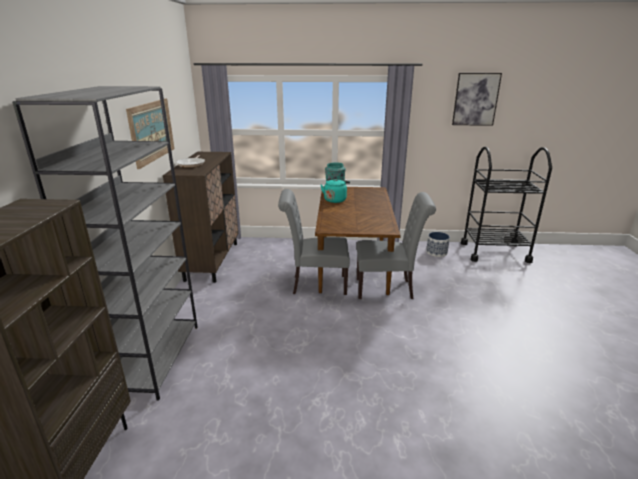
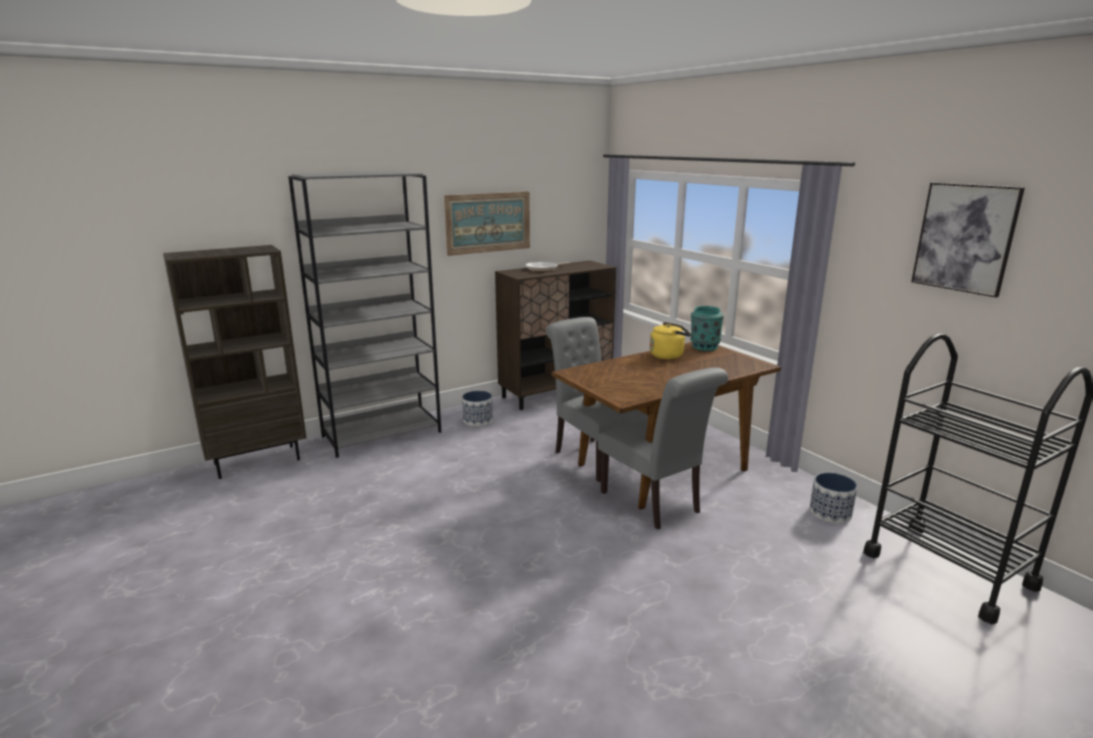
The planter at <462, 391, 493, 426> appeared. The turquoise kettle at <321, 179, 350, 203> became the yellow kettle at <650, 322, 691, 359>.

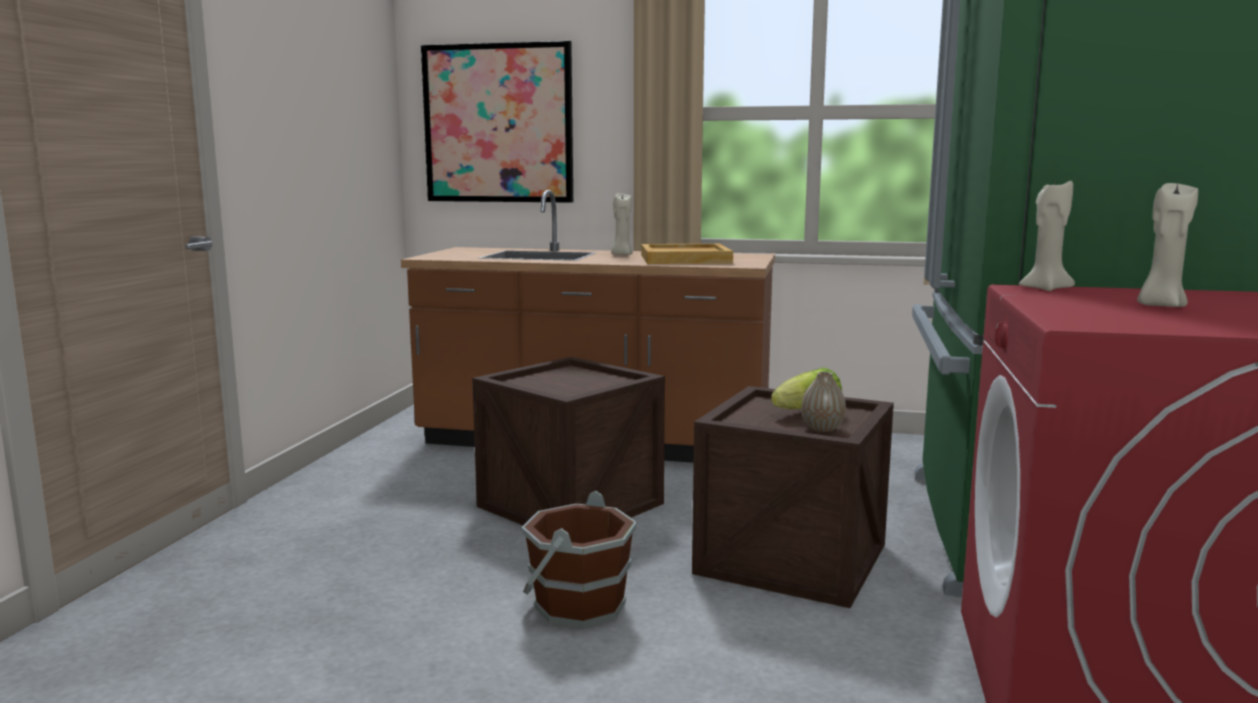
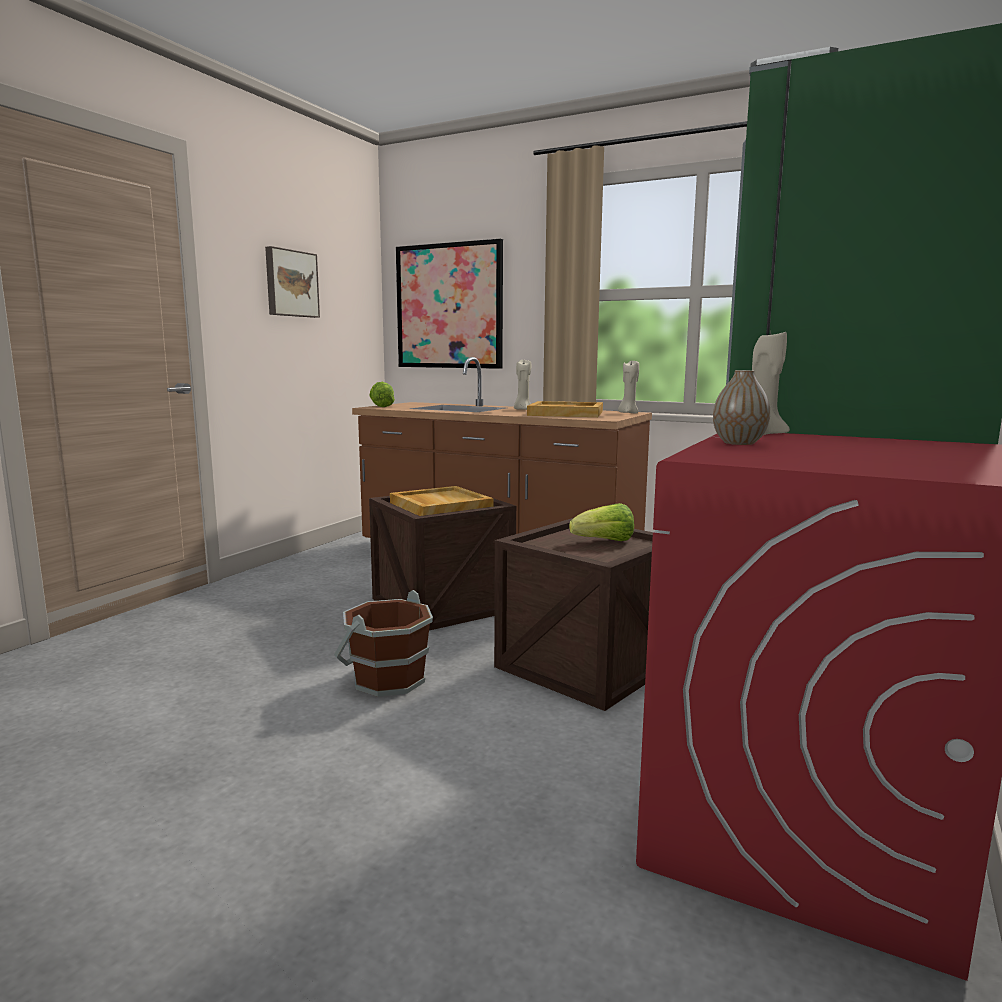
The picture at <265, 246, 320, 318> appeared. The lettuce at <369, 382, 395, 407> appeared. The beige tray at <390, 486, 494, 516> appeared. The vase moved from <801, 372, 846, 432> to <713, 370, 770, 445>. The beige candle moved from <1137, 183, 1198, 307> to <618, 361, 639, 414>.

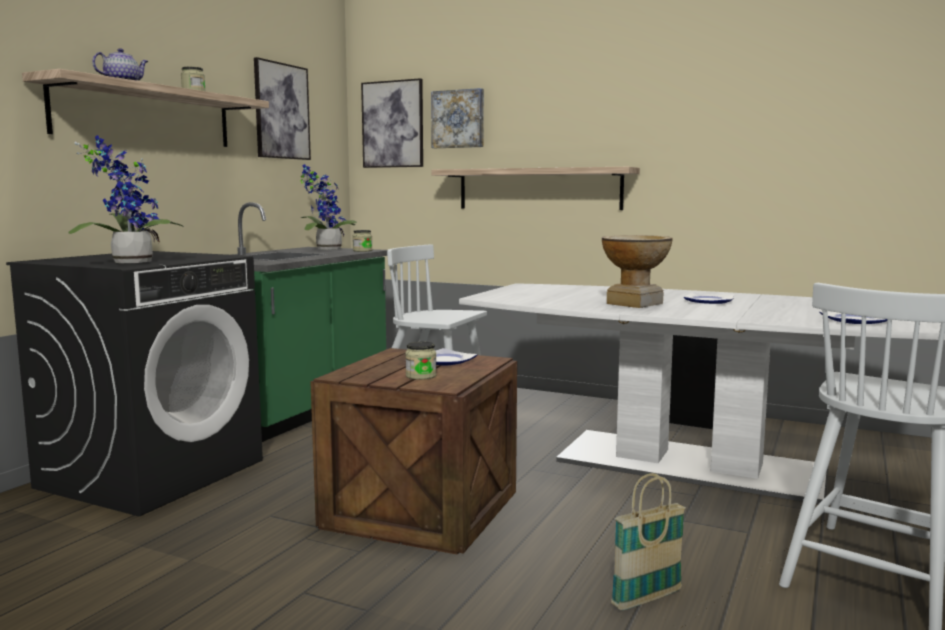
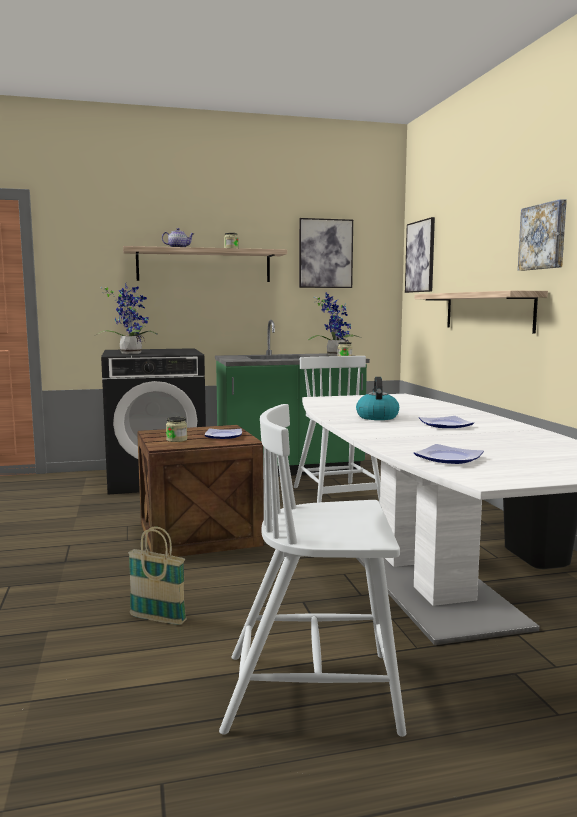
The picture moved from <431, 88, 484, 148> to <518, 199, 567, 271>. The vase at <602, 235, 673, 308> was replaced by the kettle at <356, 377, 399, 420>.

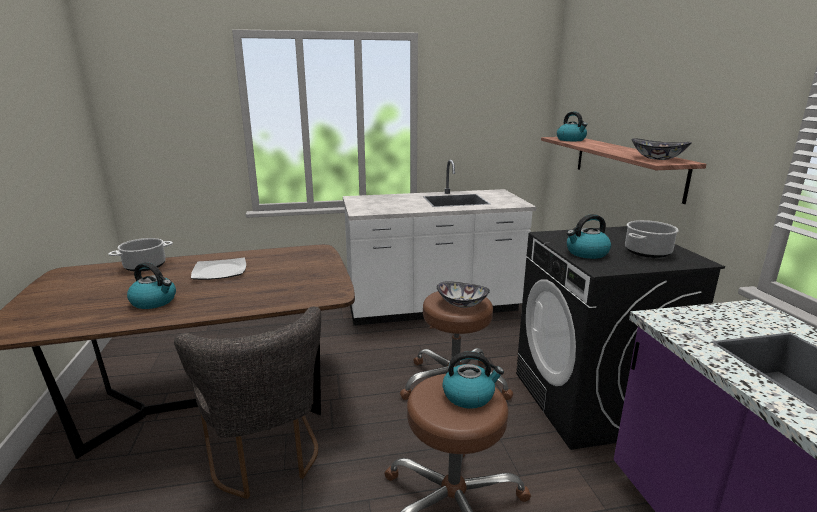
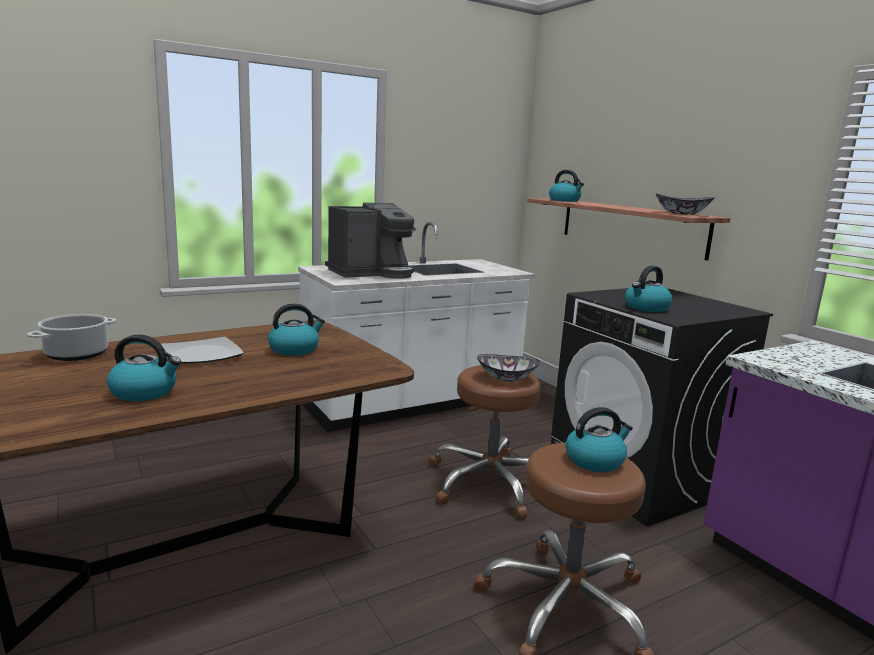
The grey chair at <174, 307, 321, 499> disappeared. The cooking pot at <625, 220, 679, 258> disappeared. The kettle at <268, 304, 325, 356> appeared. The coffee machine at <325, 203, 416, 279> appeared.

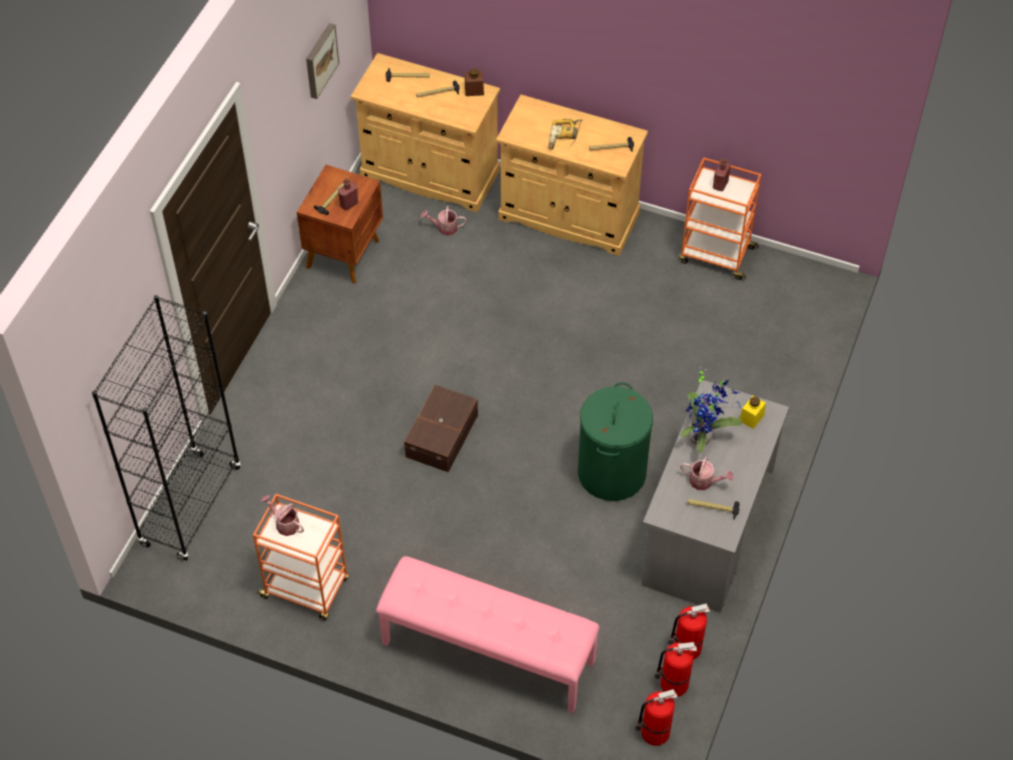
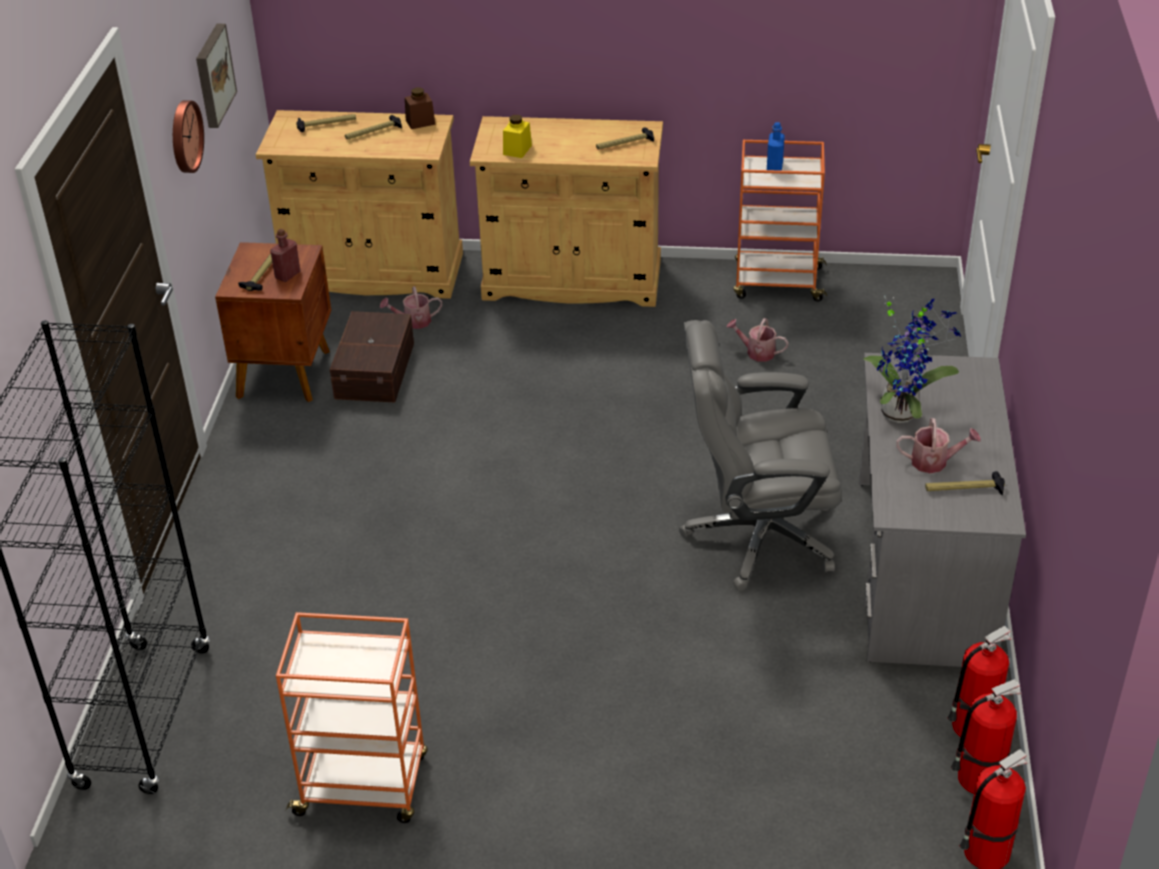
The pink bench at <376, 556, 600, 713> disappeared. The power drill at <548, 119, 582, 150> disappeared. The wall clock at <173, 100, 204, 173> appeared. The watering can moved from <261, 494, 304, 536> to <727, 318, 789, 362>. The brown storage box moved from <404, 385, 478, 472> to <330, 311, 414, 402>. The yellow jar moved from <740, 396, 766, 429> to <503, 115, 532, 158>. The green laundry basket at <578, 382, 653, 501> was replaced by the grey office chair at <679, 320, 842, 591>. The red bottle at <713, 158, 731, 191> became the blue bottle at <767, 122, 785, 171>.

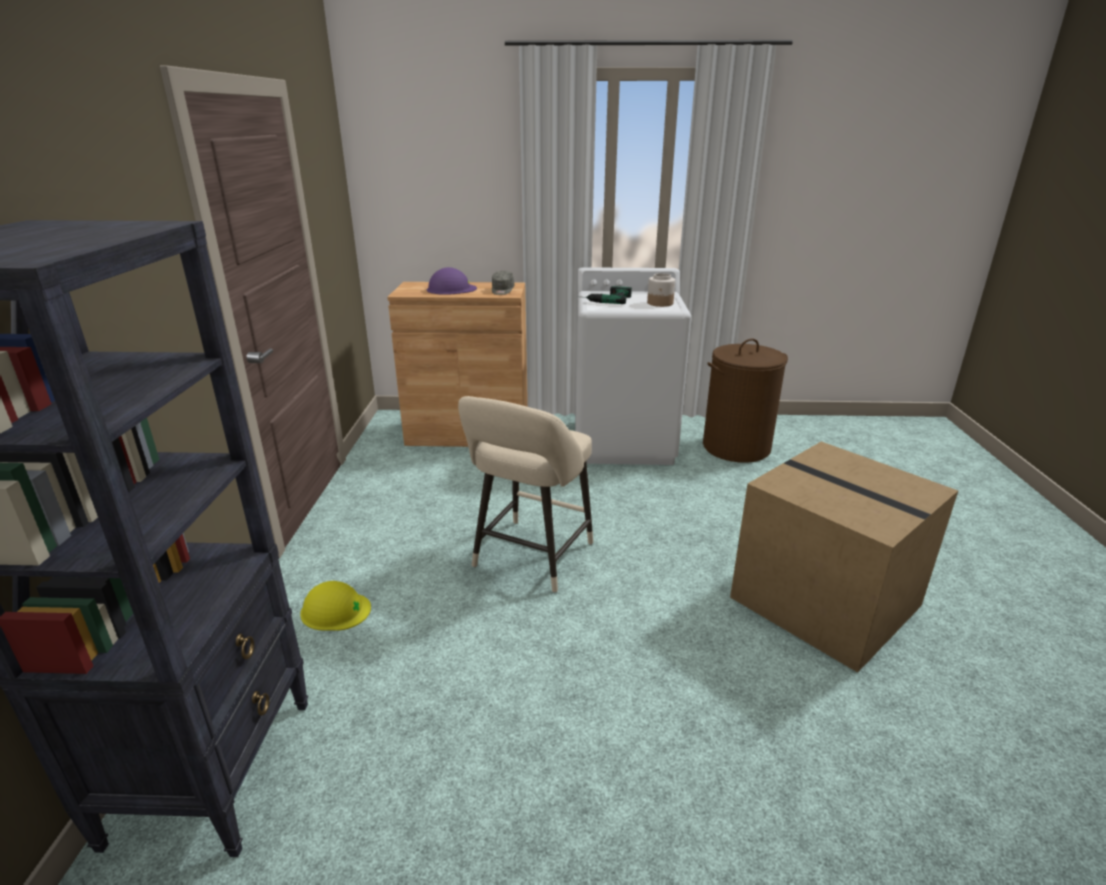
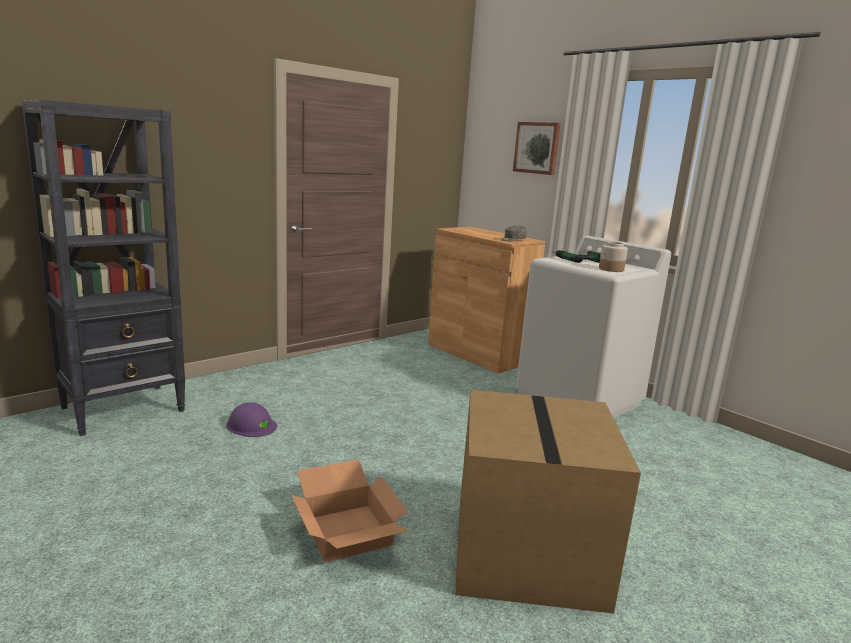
The yellow hard hat at <300, 581, 371, 631> disappeared. The beige stool at <458, 396, 593, 593> disappeared. The brown laundry basket at <703, 339, 788, 463> disappeared. The cardboard box at <291, 459, 409, 563> appeared. The picture at <513, 122, 561, 175> appeared. The purple hard hat moved from <427, 267, 477, 295> to <226, 402, 277, 437>.

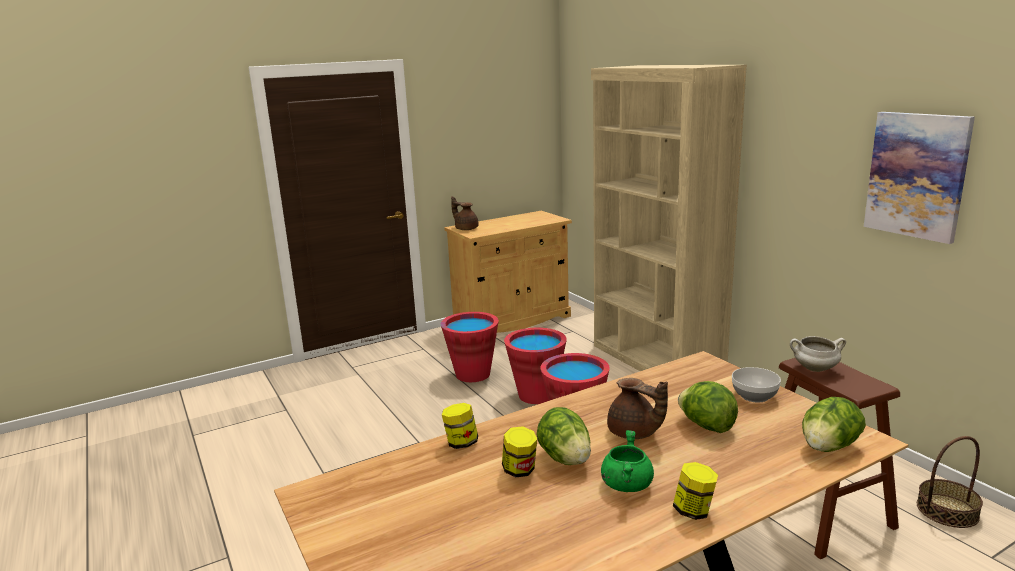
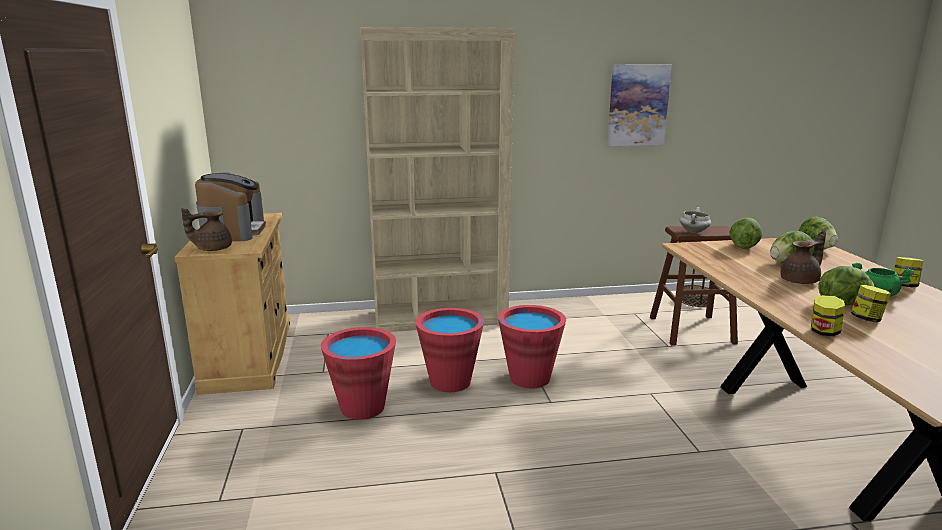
The coffee machine at <195, 172, 266, 241> appeared. The bowl at <732, 367, 781, 403> was replaced by the lettuce at <729, 218, 762, 249>.

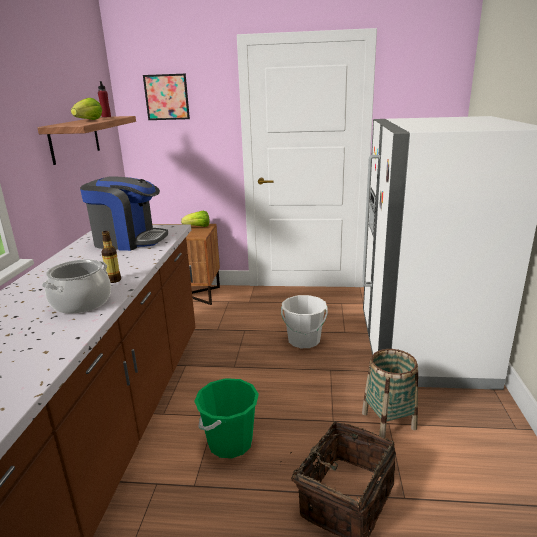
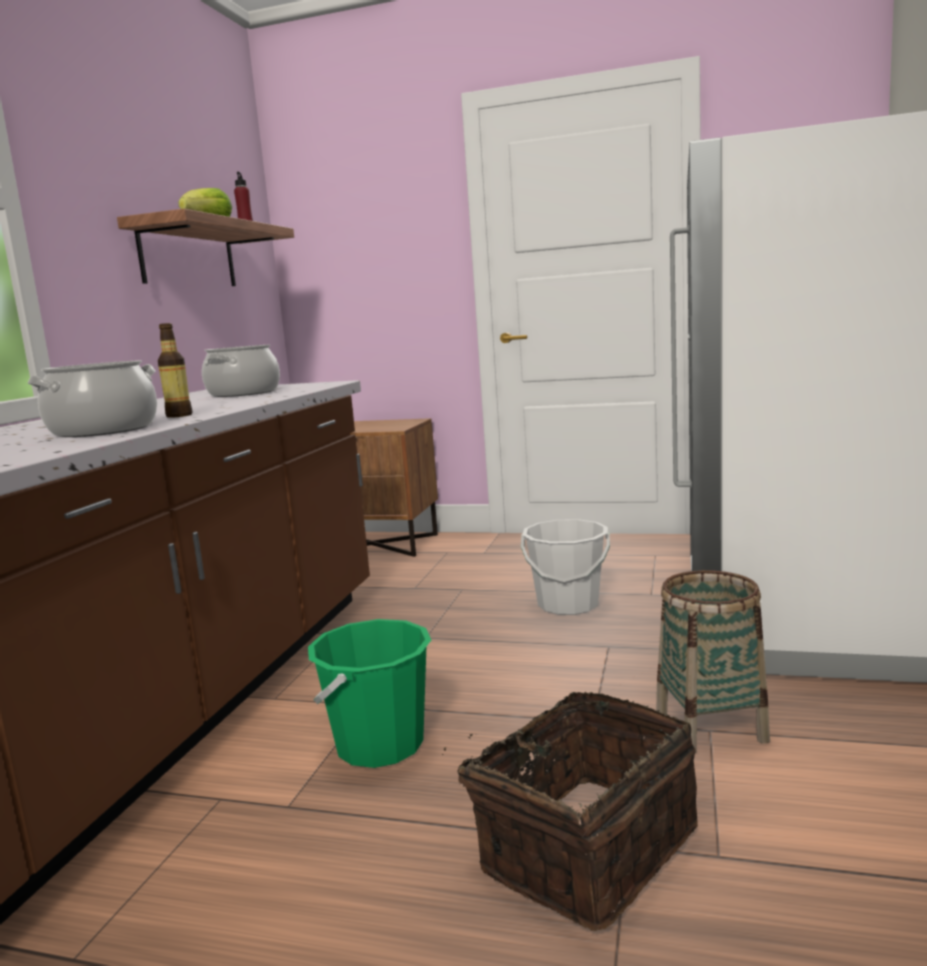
The picture at <143, 74, 190, 120> disappeared. The lettuce at <181, 211, 210, 227> disappeared. The coffee machine at <80, 176, 168, 251> was replaced by the cooking pot at <202, 345, 280, 397>.

